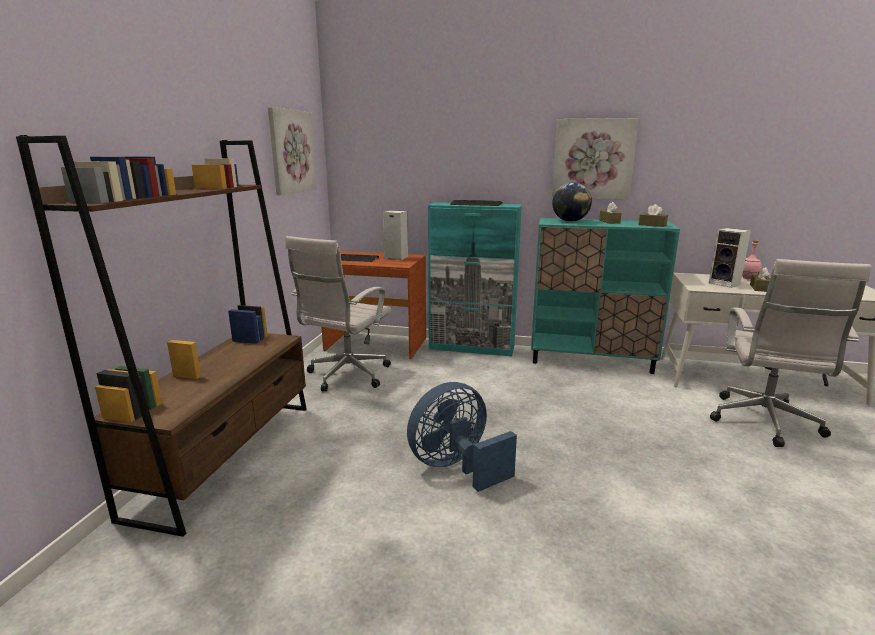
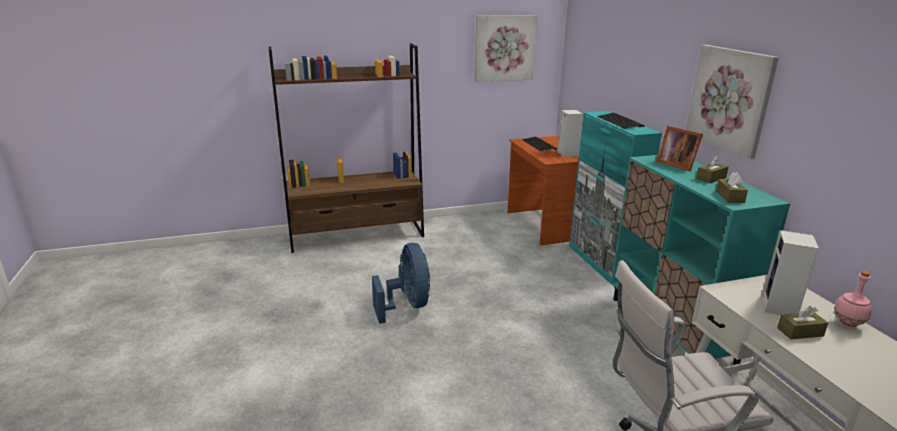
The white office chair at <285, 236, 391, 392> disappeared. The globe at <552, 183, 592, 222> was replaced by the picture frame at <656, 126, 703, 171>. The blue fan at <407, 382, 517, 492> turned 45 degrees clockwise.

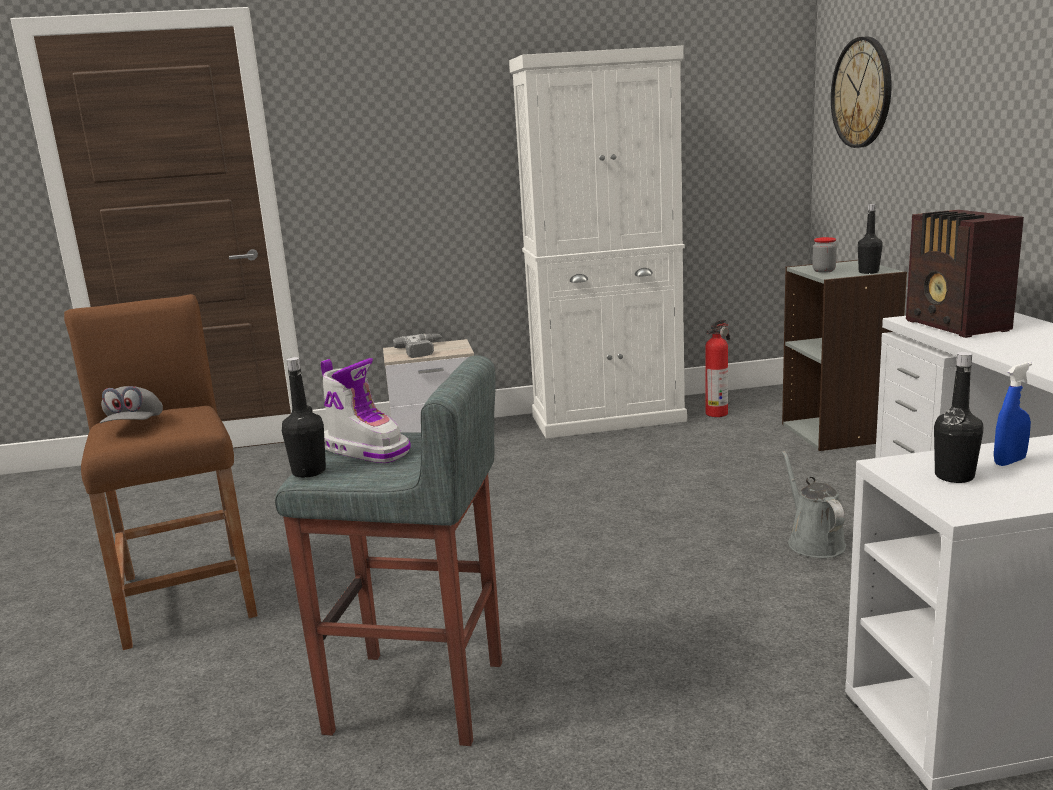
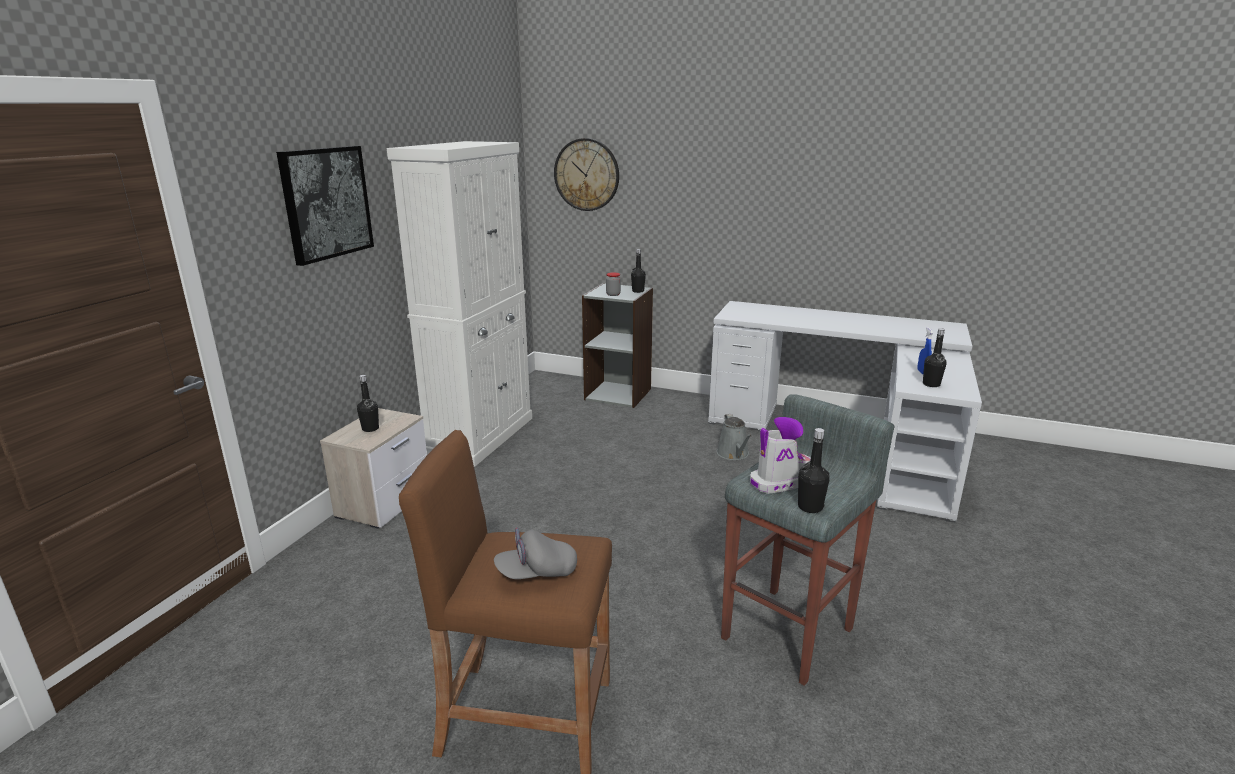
The fire extinguisher at <705, 320, 730, 417> disappeared. The radio at <906, 210, 1024, 338> disappeared. The picture at <276, 146, 374, 266> appeared. The power drill at <393, 334, 442, 358> was replaced by the black bottle at <357, 375, 379, 432>. The grey cap at <100, 386, 163, 423> turned 135 degrees clockwise. The grey watering can at <782, 451, 846, 558> turned 120 degrees counterclockwise.

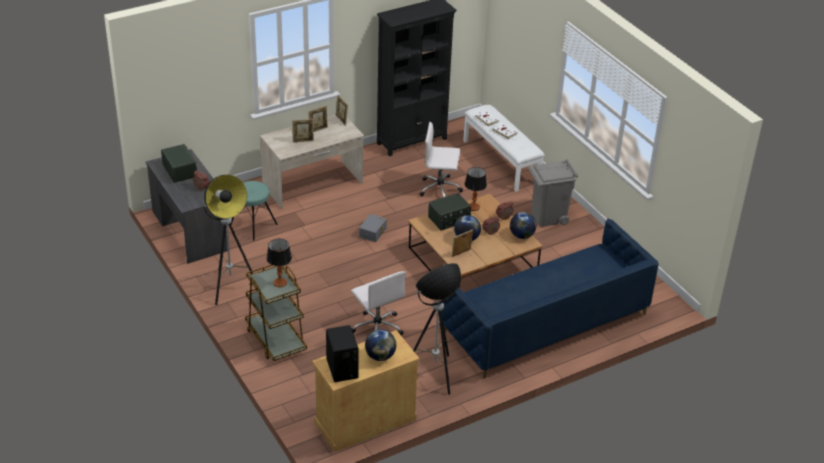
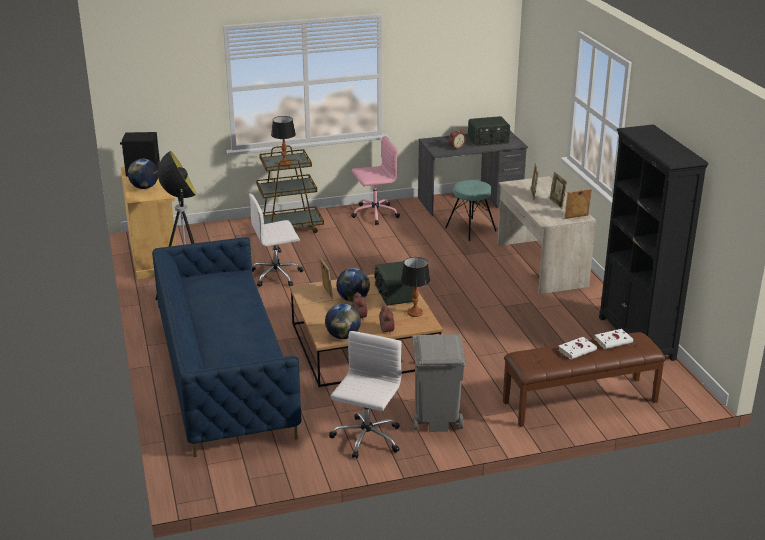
The grey storage box at <359, 214, 387, 242> disappeared. The white office chair moved from <420, 122, 463, 198> to <329, 331, 402, 459>. The floor lamp at <203, 175, 253, 305> was replaced by the pink office chair at <351, 136, 400, 225>. The white bench at <463, 105, 545, 192> became the brown bench at <503, 332, 666, 427>.

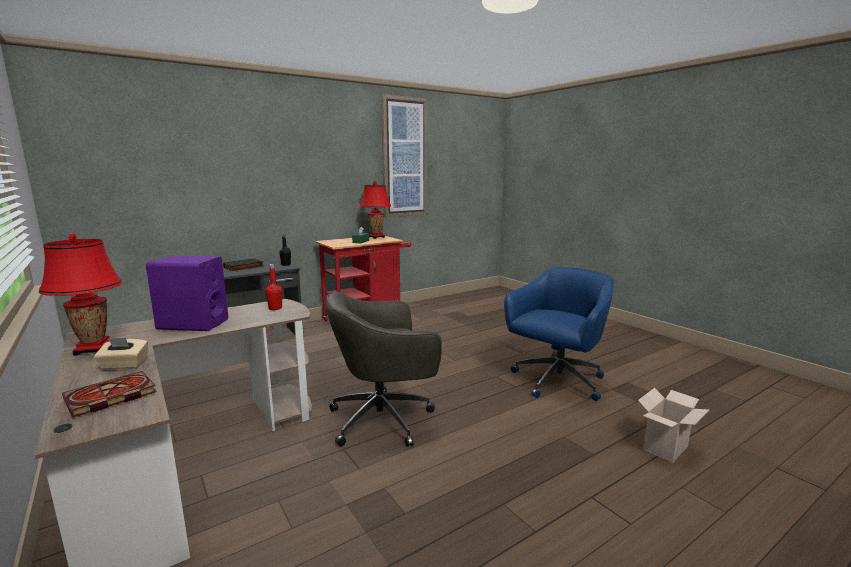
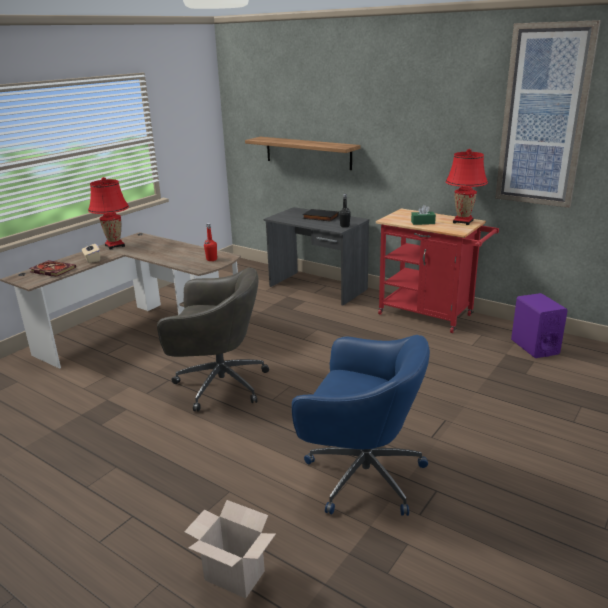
The shelf at <245, 137, 360, 170> appeared. The purple speaker moved from <146, 256, 228, 331> to <511, 293, 568, 358>. The grey office chair at <325, 292, 442, 447> turned 135 degrees clockwise.

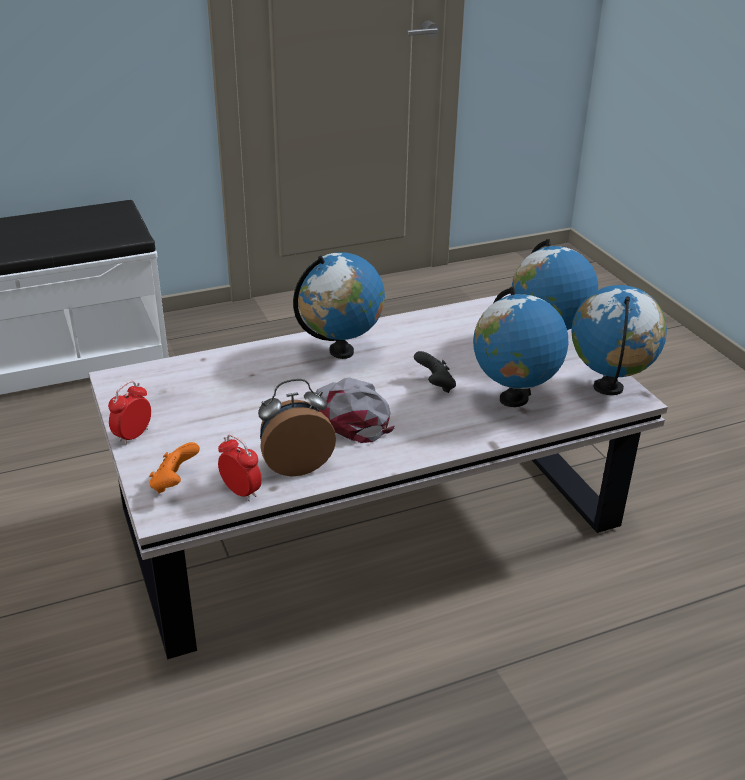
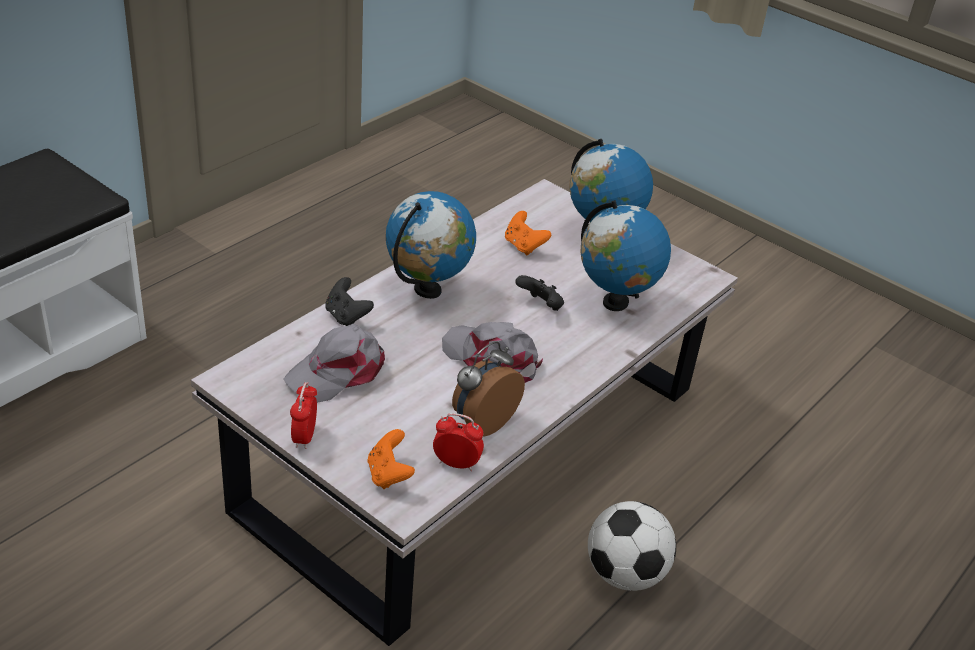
The globe at <572, 285, 667, 395> disappeared. The grey cap at <283, 324, 385, 403> appeared. The black game controller at <325, 277, 374, 326> appeared. The orange game controller at <505, 211, 551, 255> appeared. The football at <588, 501, 676, 591> appeared.

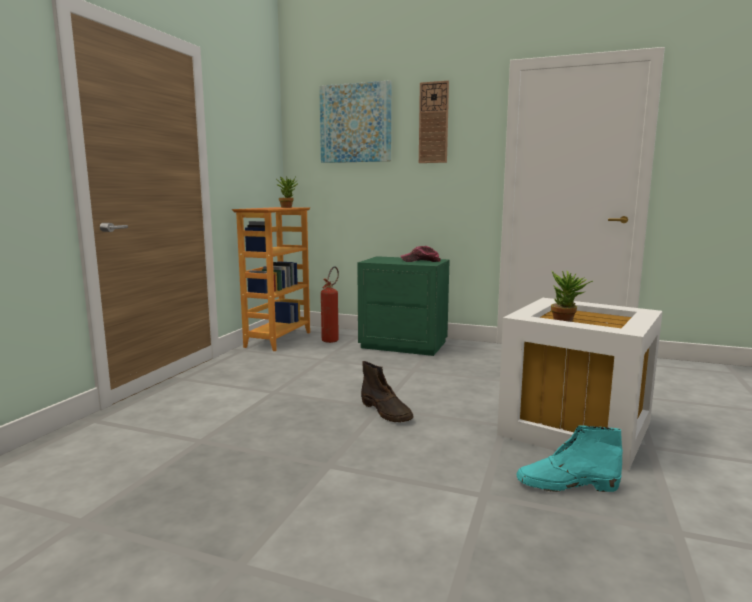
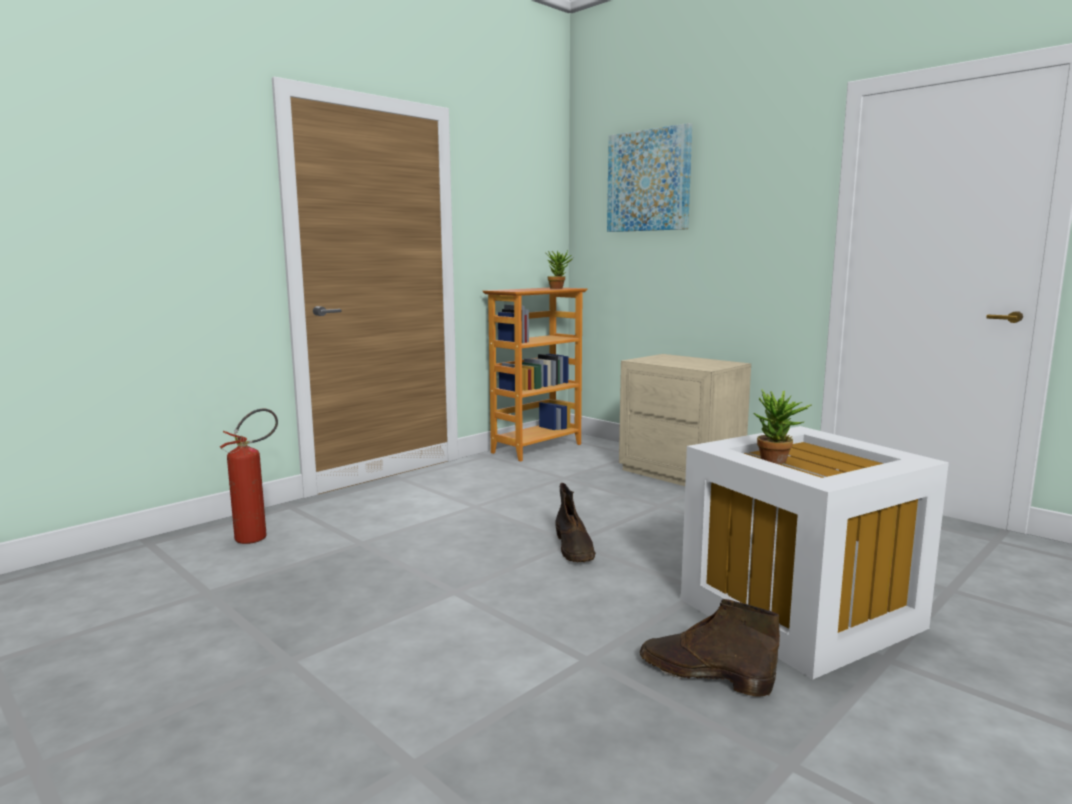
The cap at <400, 246, 441, 262> disappeared. The wall clock at <419, 80, 449, 163> disappeared. The fire extinguisher moved from <321, 266, 339, 343> to <220, 409, 278, 544>. The green nightstand at <357, 256, 450, 356> became the beige nightstand at <619, 354, 751, 486>. The turquoise boot at <516, 425, 623, 492> became the brown boot at <640, 599, 780, 697>.

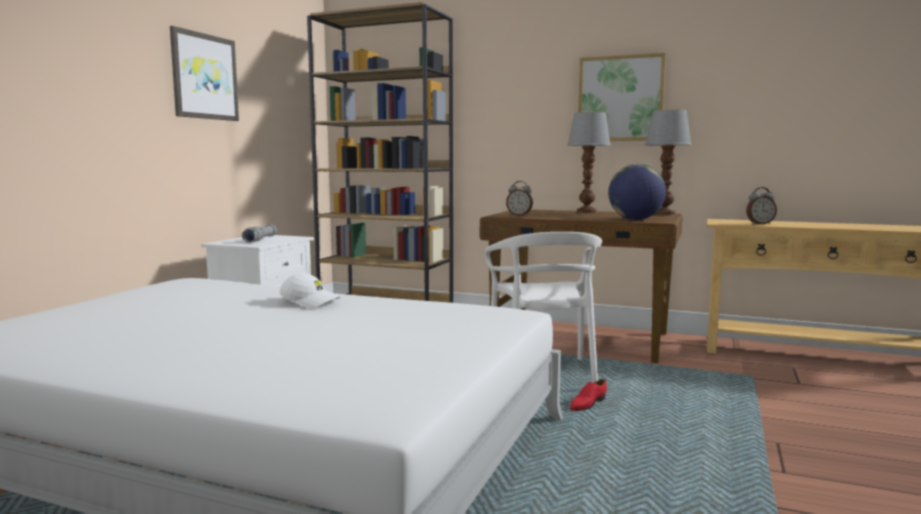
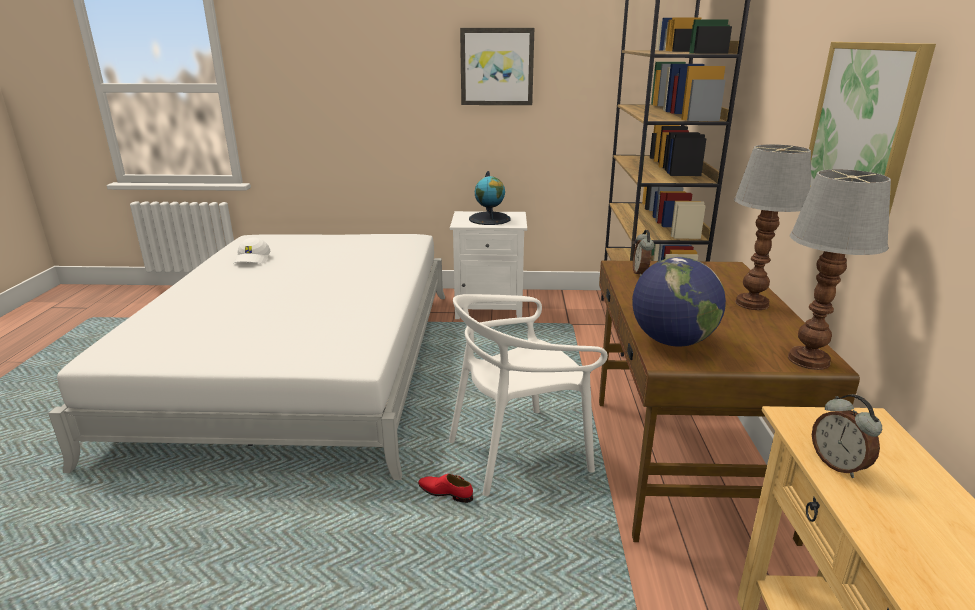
The white cap moved from <279, 273, 341, 308> to <233, 237, 270, 264>. The grey flashlight at <242, 224, 277, 243> was replaced by the globe at <469, 171, 511, 225>.

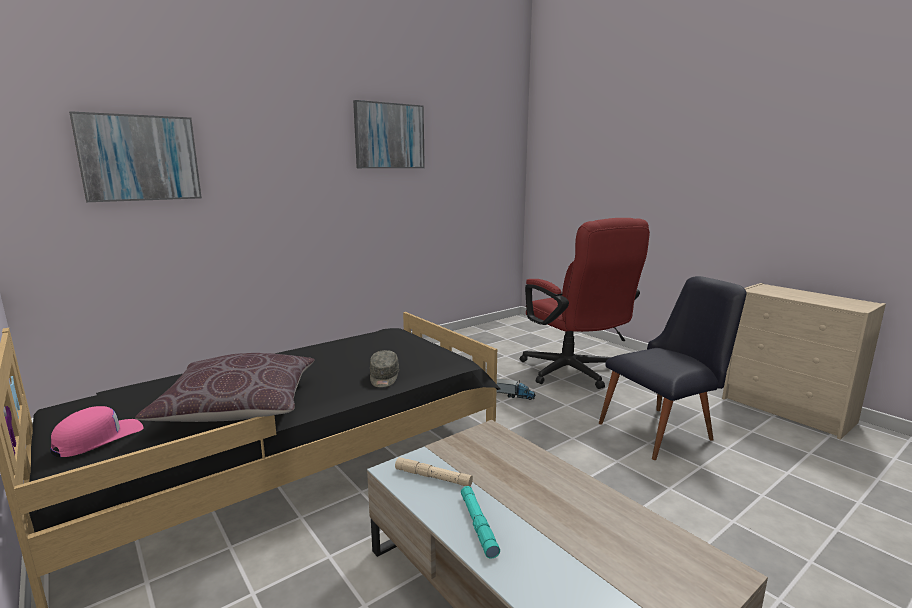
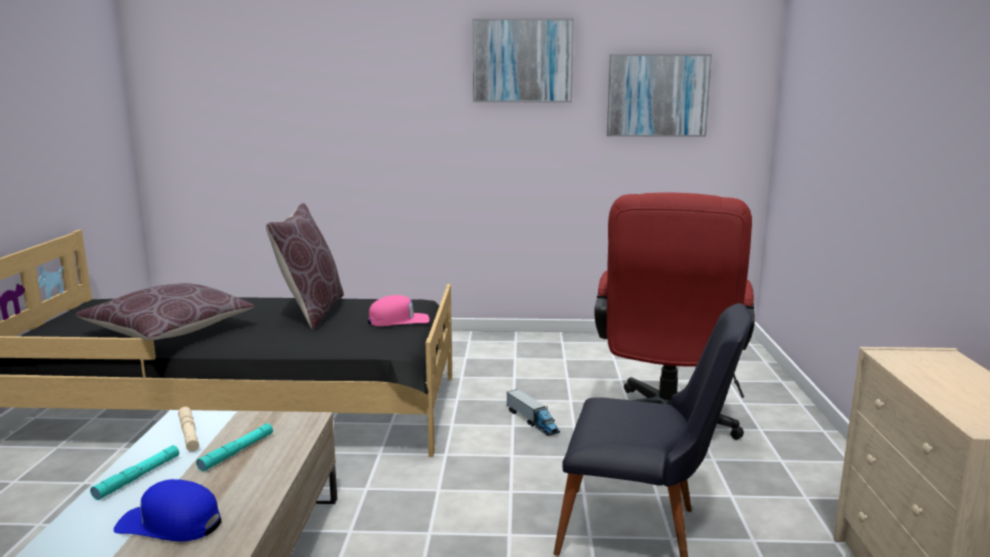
The grey cap at <370, 350, 399, 387> disappeared. The blue cap at <114, 479, 222, 541> appeared. The turquoise flashlight at <196, 423, 273, 472> appeared. The brown pillow at <266, 203, 344, 330> appeared. The pink cap moved from <50, 406, 144, 457> to <368, 295, 430, 326>. The picture moved from <69, 111, 202, 202> to <607, 54, 712, 137>.

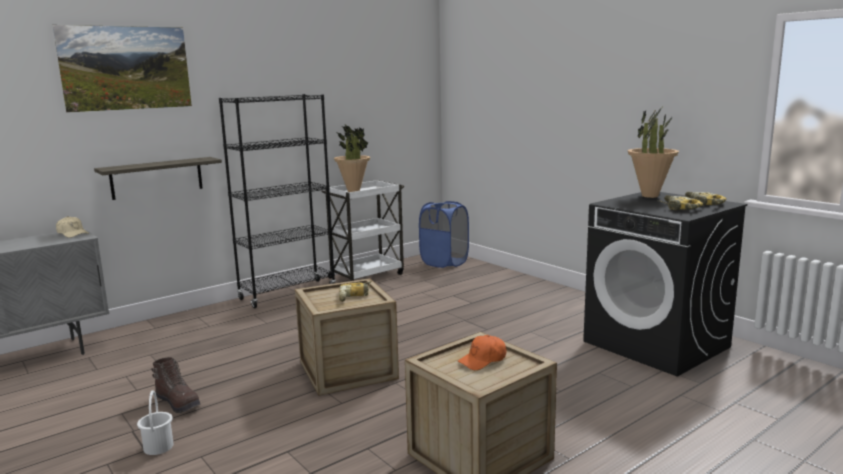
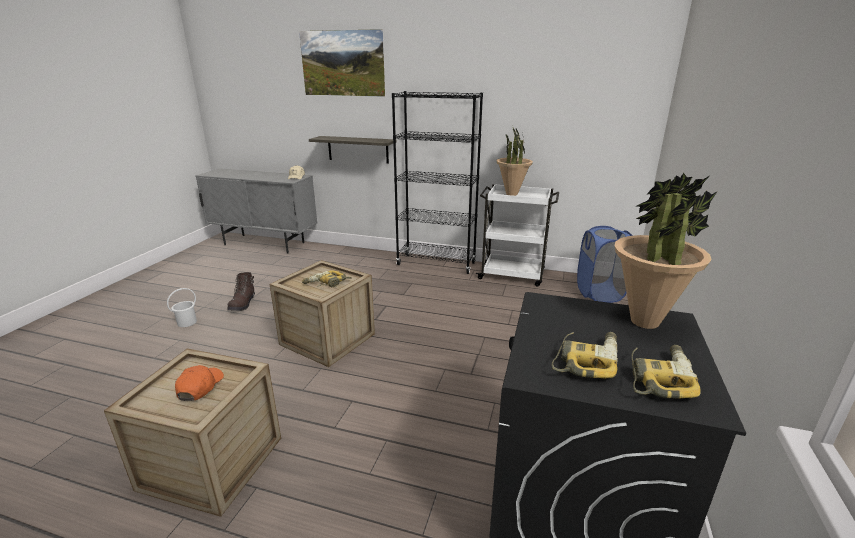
The orange cap at <458, 335, 506, 370> turned 75 degrees clockwise.

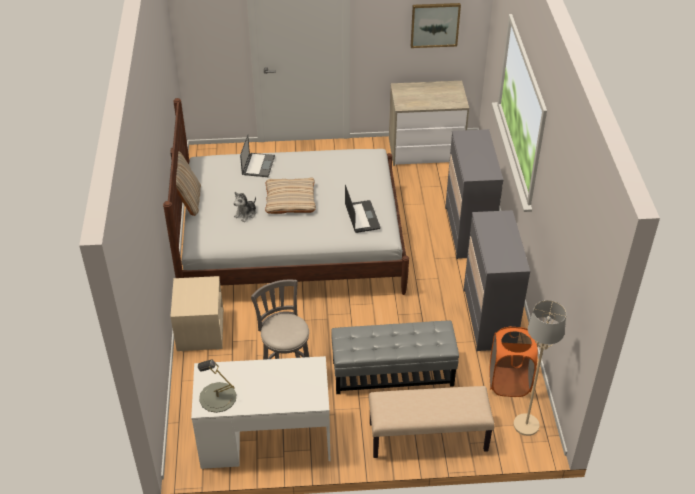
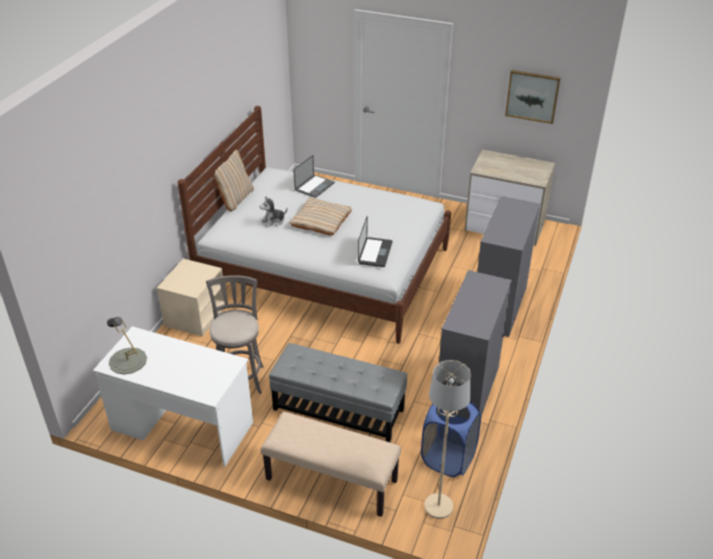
The orange laundry basket at <489, 326, 538, 397> became the blue laundry basket at <421, 402, 481, 477>.

